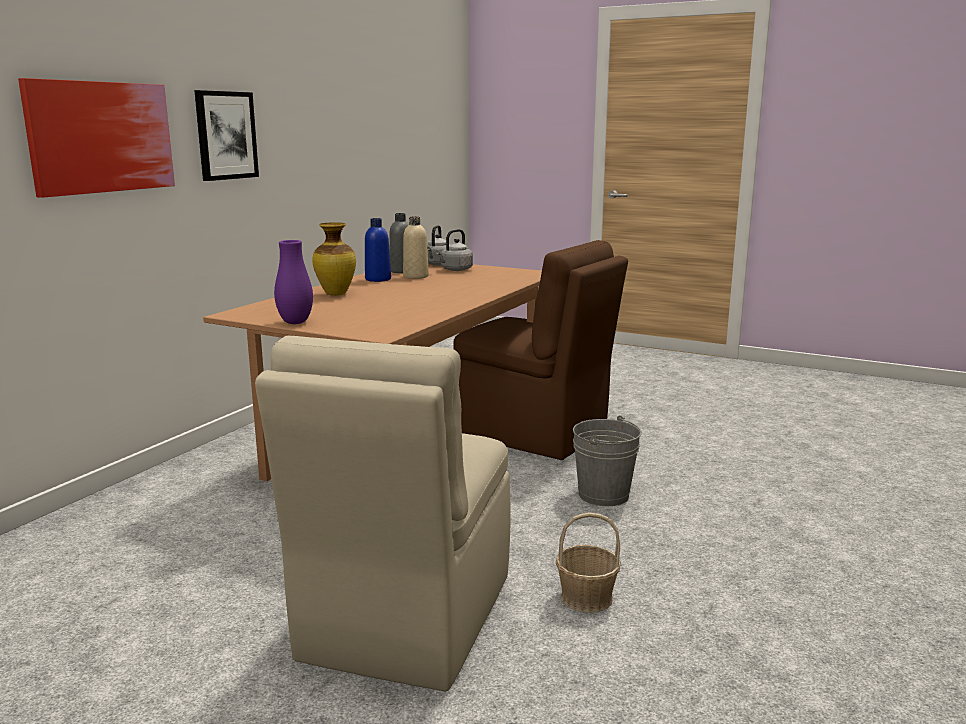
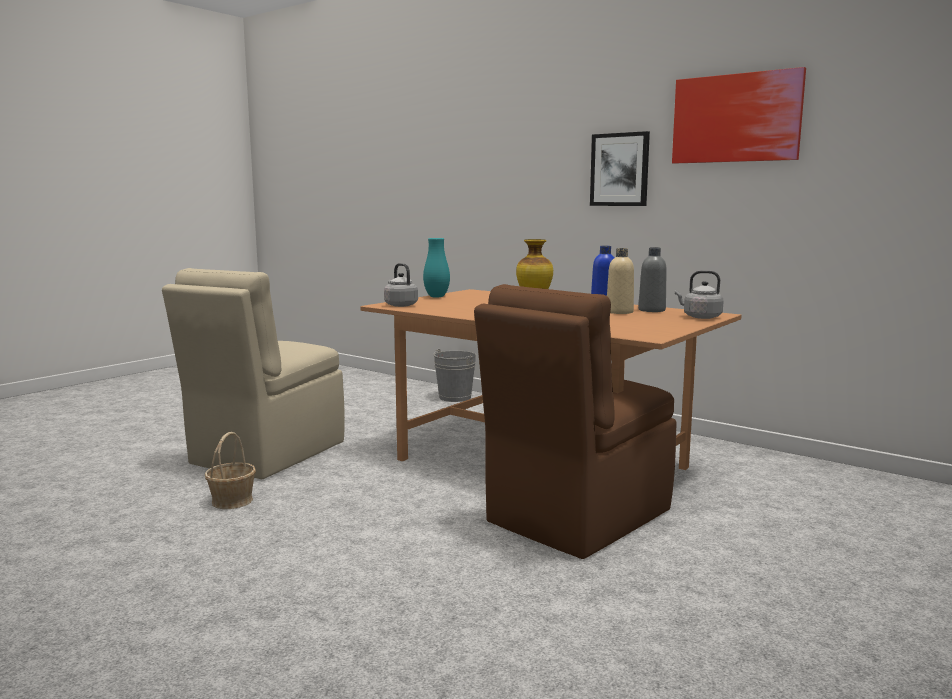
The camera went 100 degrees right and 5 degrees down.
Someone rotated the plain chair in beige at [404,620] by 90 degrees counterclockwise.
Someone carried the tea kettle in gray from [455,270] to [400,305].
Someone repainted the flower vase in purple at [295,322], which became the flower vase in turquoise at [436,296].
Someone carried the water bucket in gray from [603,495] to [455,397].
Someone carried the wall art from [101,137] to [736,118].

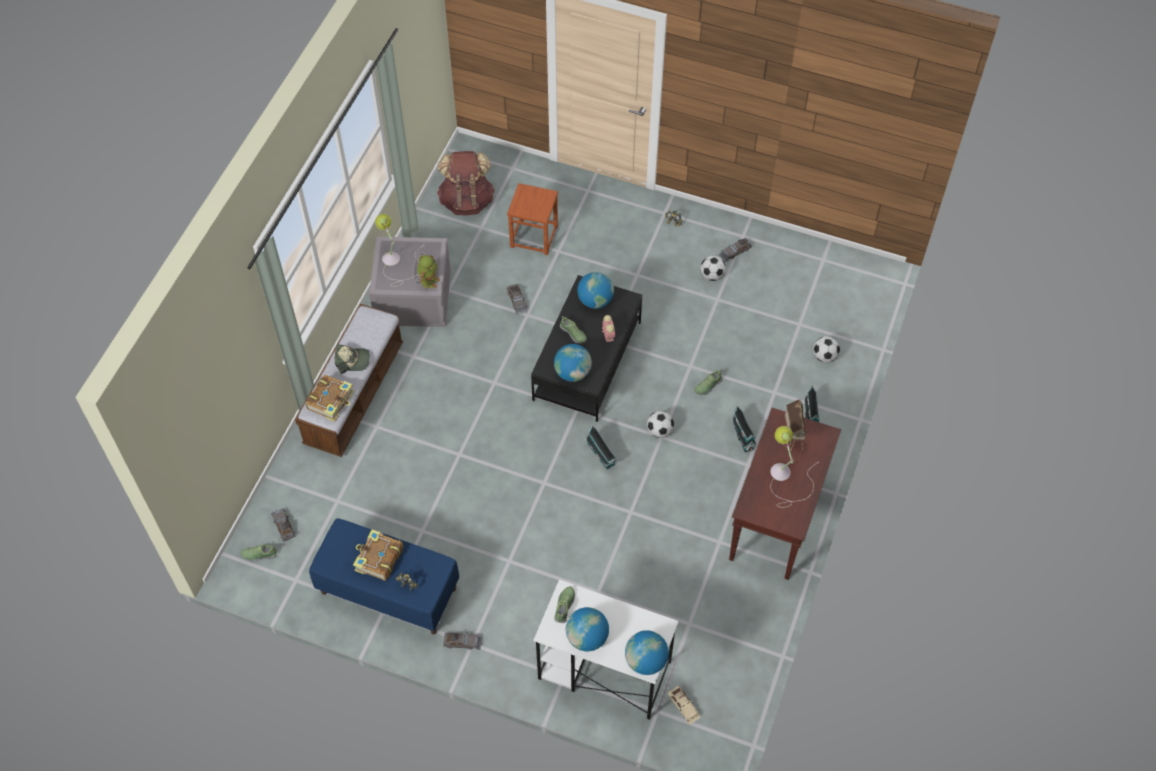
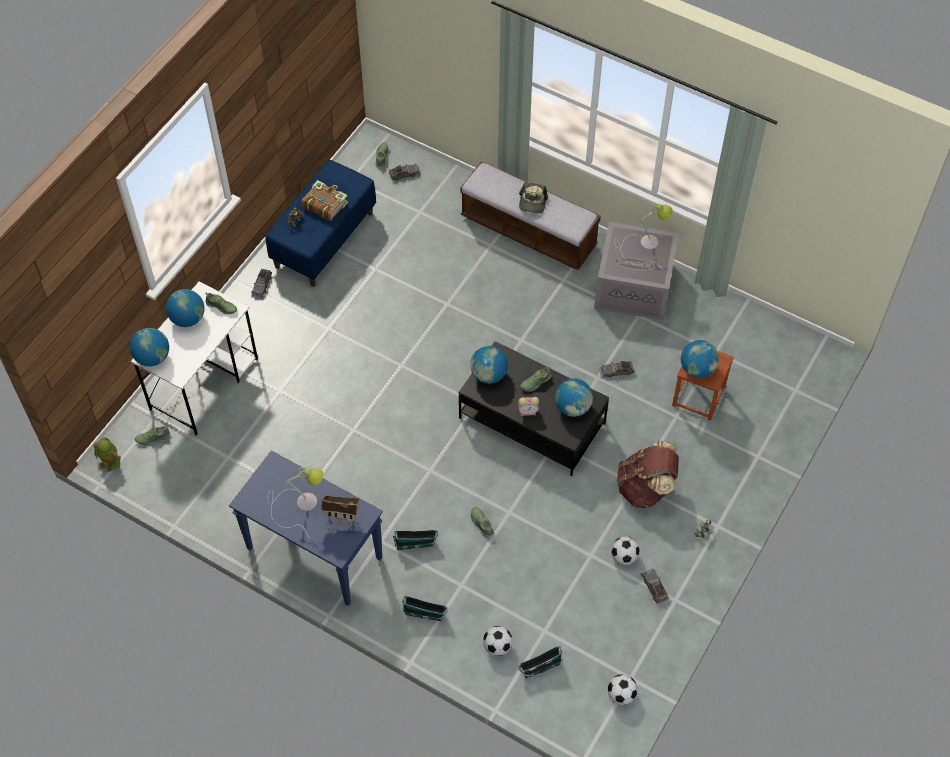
The camera went 100 degrees right and 0 degrees up.
Someone carried the toy robot from [429,281] to [111,462].
Someone swapped the model car in beige at [683,706] for the item of footwear at [153,438].
Someone repainted the hall table in brownish at [776,520], which became the hall table in bluish at [313,553].
Someone carried the model house from [601,455] to [539,667].
Someone carried the football ball from [659,431] to [621,695].
Someone carried the backpack in brownish from [467,201] to [645,488].
Someone put down the globe at [697,369].
Someone took away the volume at [331,401].

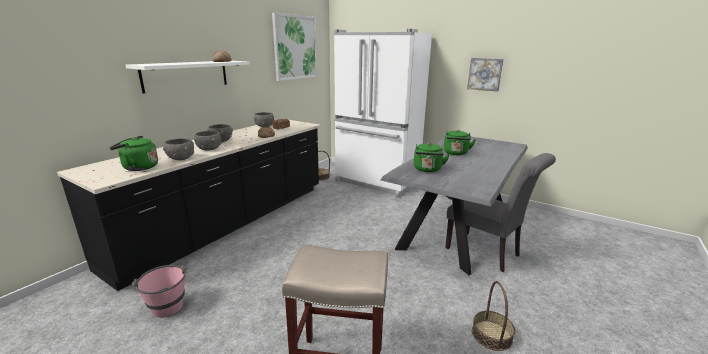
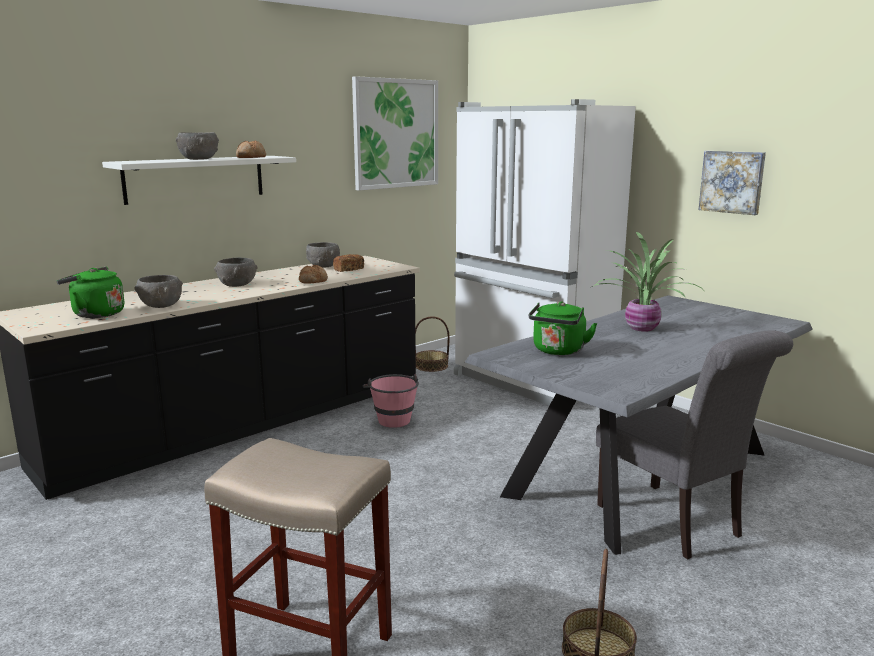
The camera went 15 degrees right and 5 degrees down.
Someone carried the deep dish in gray from [209,149] to [199,159].
Someone carried the water bucket in pinkish from [166,303] to [392,418].
Someone swapped the tea kettle in green-coloured at [456,153] for the potted plant at [641,329].

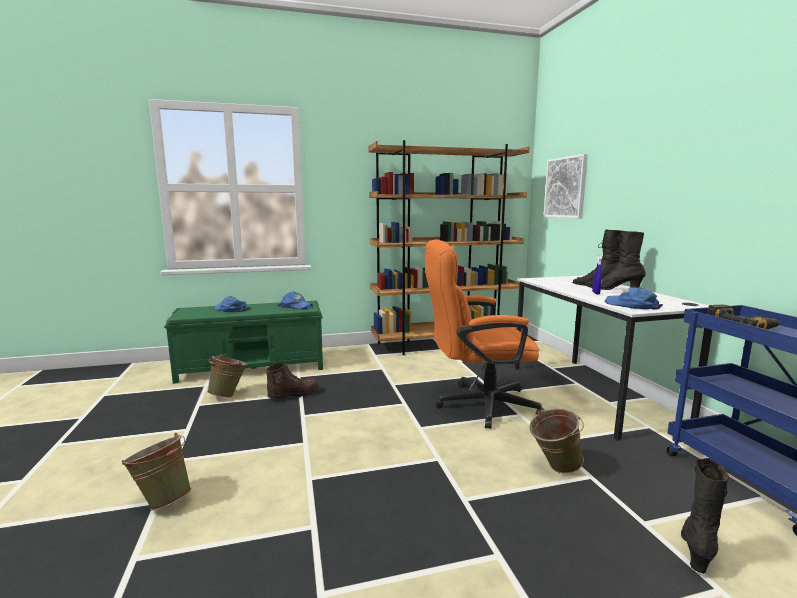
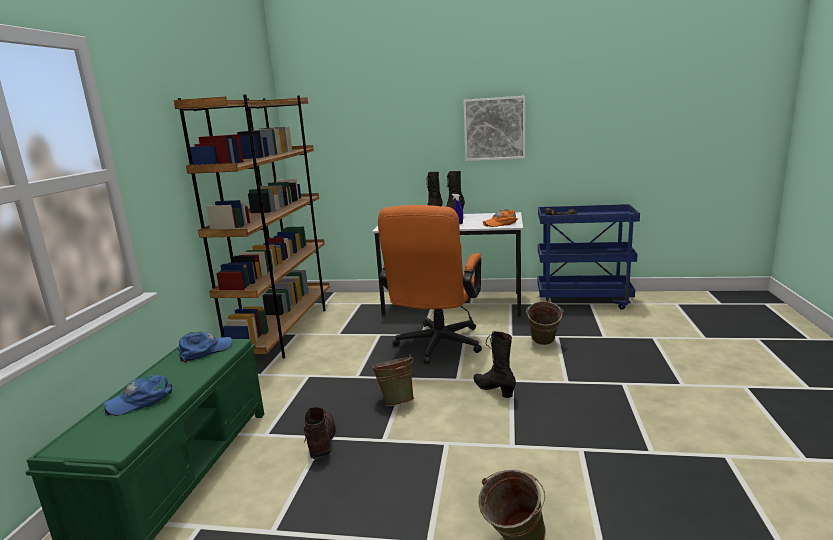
The camera went 65 degrees left and 5 degrees up.
Someone carried the water bucket in green-coloured from [229,395] to [396,401].
Someone carried the wall art from [565,187] to [494,129].
Someone carried the tall boot in black-coloured from [697,549] to [494,390].
Someone repainted the baseball cap in bluish at [632,305], which became the baseball cap in orange at [500,223].

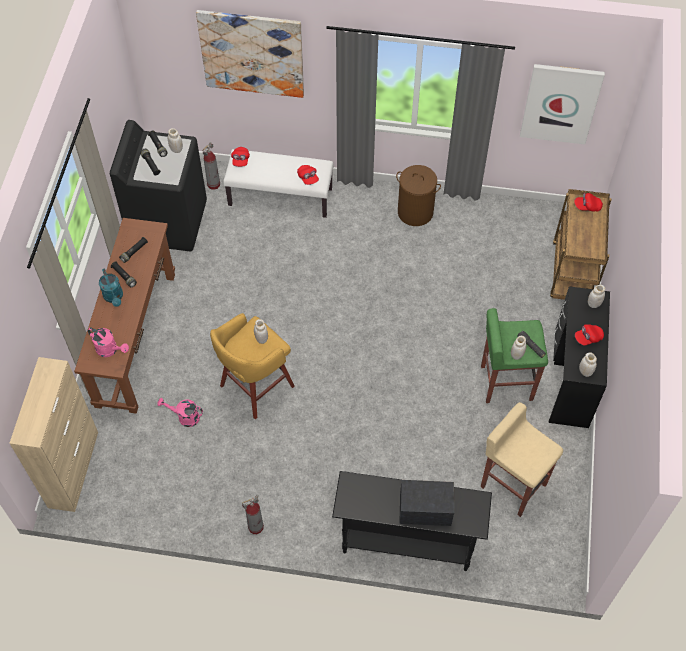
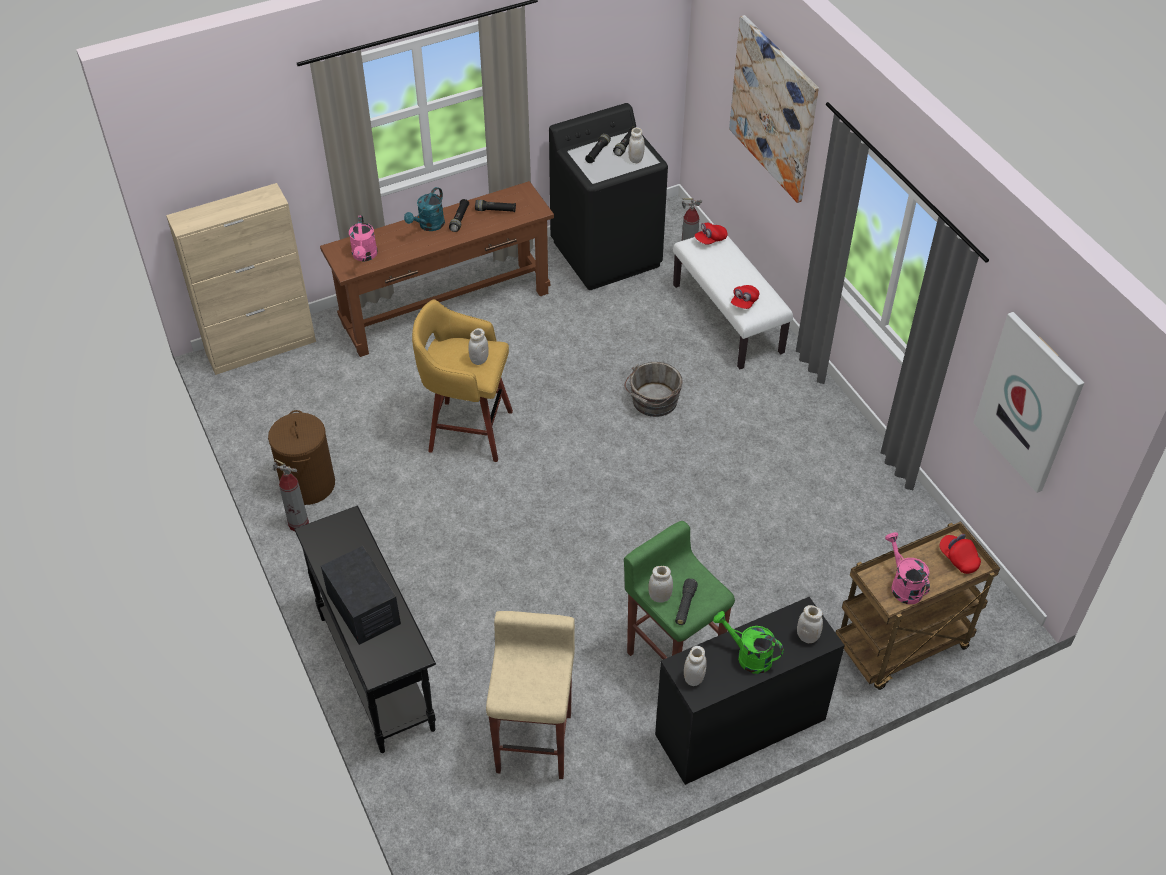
The camera went 55 degrees right and 10 degrees down.
Someone carried the laundry basket in brownish from [415,212] to [308,485].
Someone put down the water bucket in gray at [653,402].
Someone swapped the baseball cap in red at [588,338] for the watering can in green-coloured at [748,656].
Someone carried the watering can in pinkish from [184,417] to [903,585].

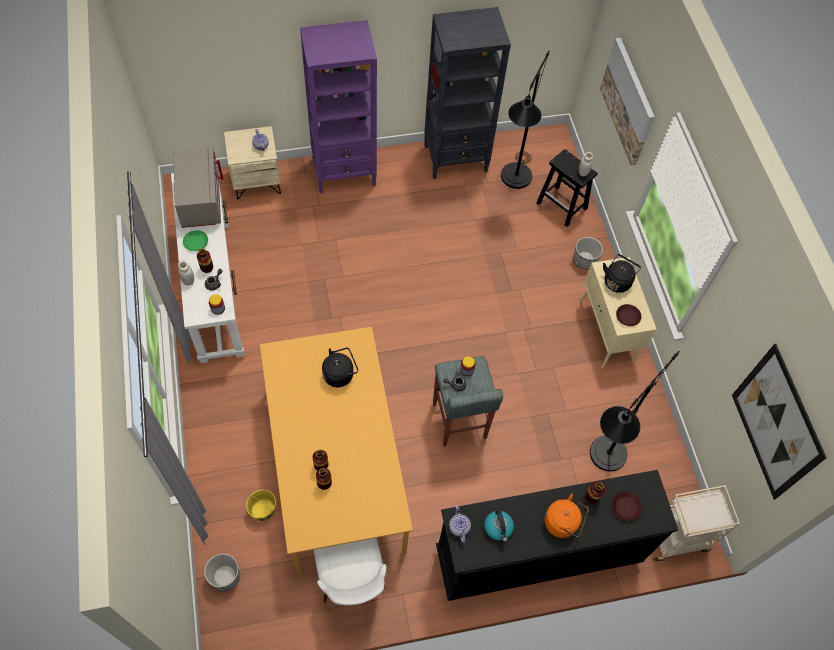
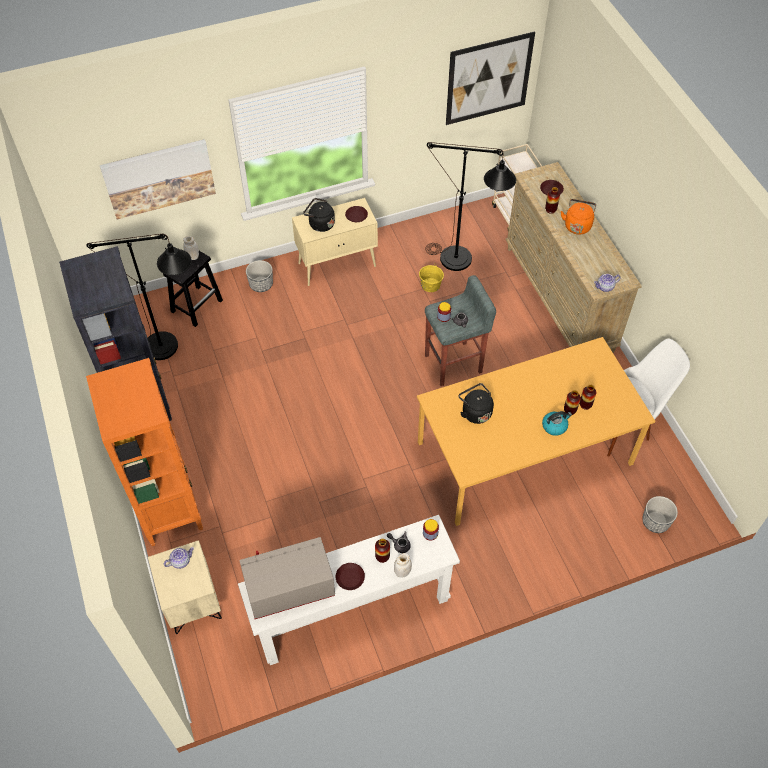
The camera went 95 degrees left and 5 degrees down.
Someone repainted the shelving unit in purple at [345,172], which became the shelving unit in orange at [169,508].
Someone repainted the plate in green-coloured at [196,242], which became the plate in brownish at [350,577].
Someone carried the water bucket in yellow from [263,510] to [430,285].
Someone repainted the drawer chest in black-coloured at [536,557], which became the drawer chest in beige at [559,299].
Someone carried the tea kettle from [498,528] to [554,426].

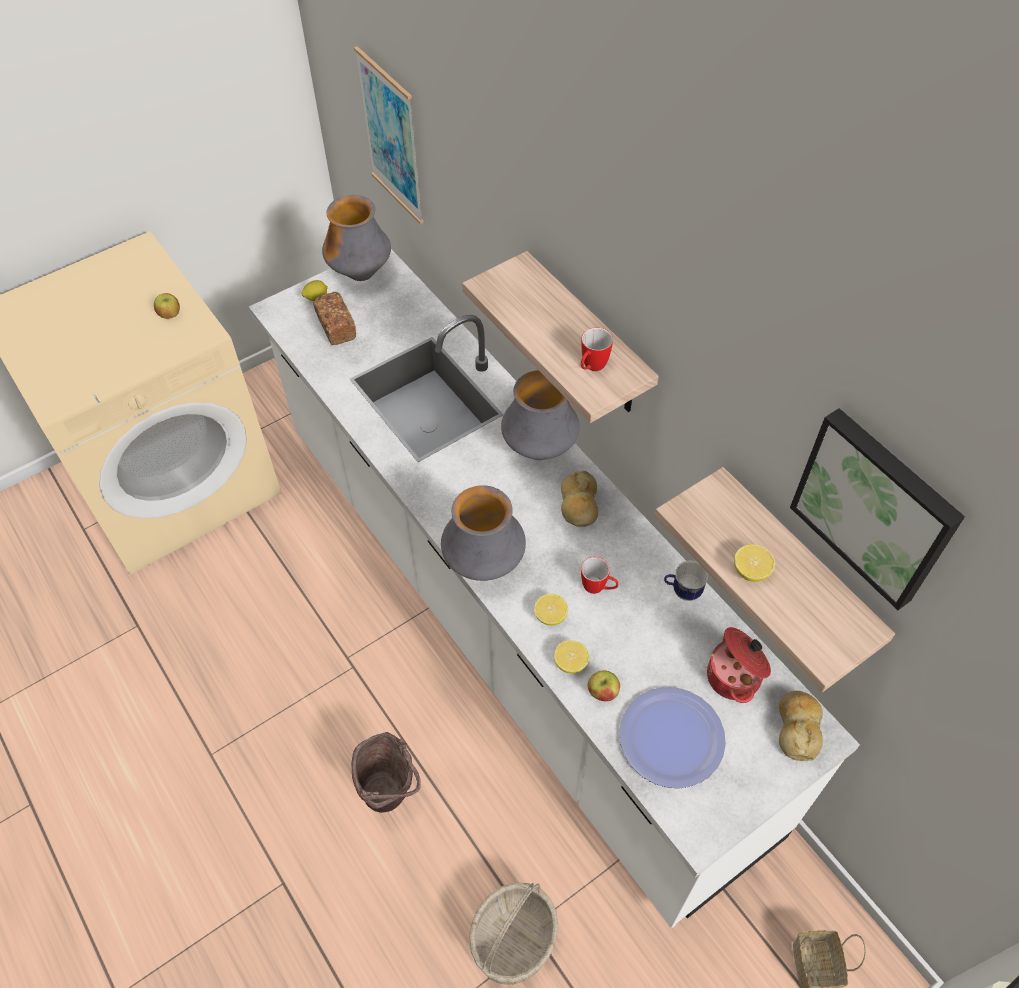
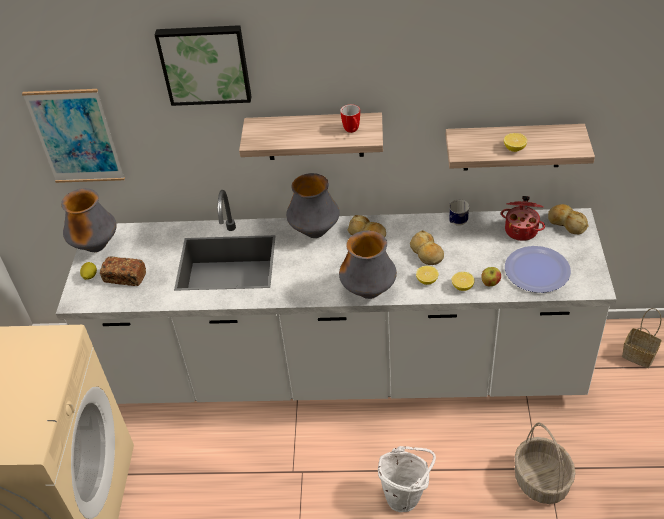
The camera went 50 degrees left and 10 degrees down.
Someone carried the wall art from [876,506] to [205,64].
Someone repainted the water bucket in brownish at [391,795], which became the water bucket in white at [406,496].
Someone swapped the tea mug at [598,588] for the bakery bread at [426,253].
Someone took away the apple fruit at [170,314].

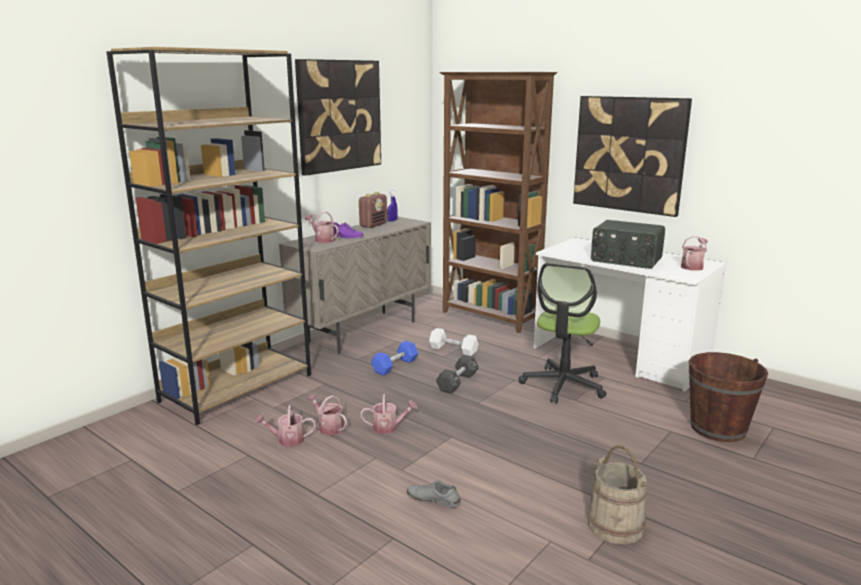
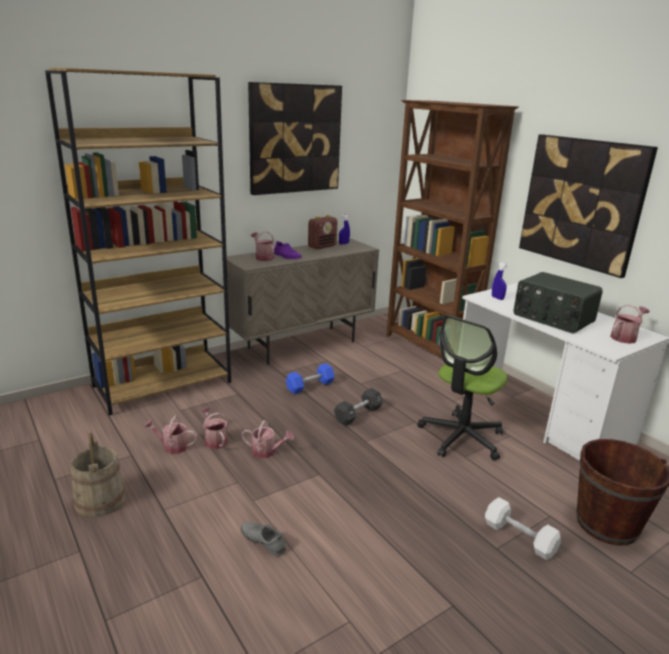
The camera went 15 degrees right and 5 degrees up.
Someone carried the water bucket in beige from [615,525] to [100,500].
Someone carried the free weight in white from [453,350] to [519,537].
Someone put down the hand sprayer in bluish at [497,298].

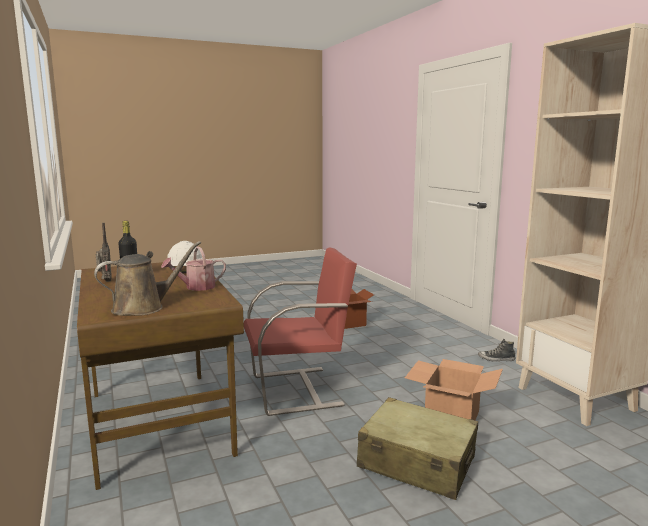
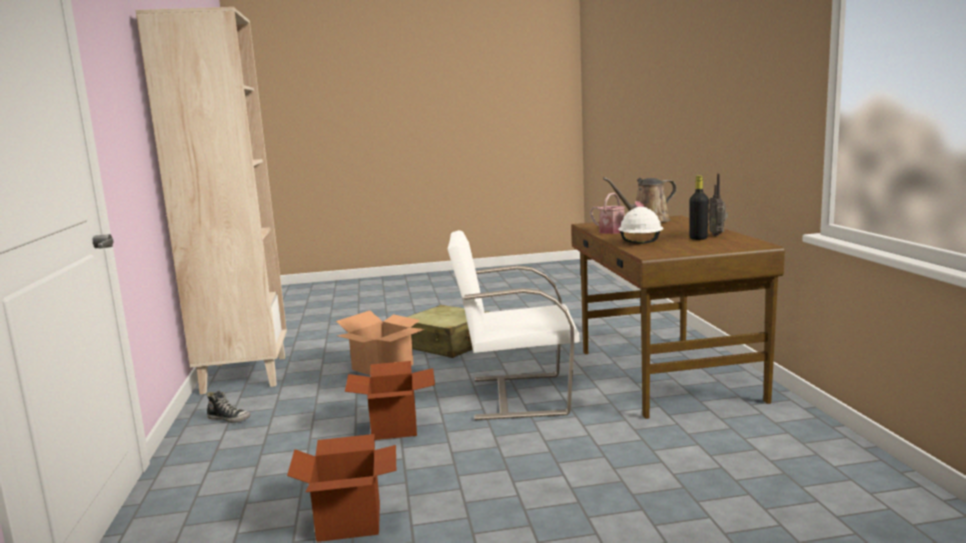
The camera went 165 degrees left and 0 degrees up.
Someone put down the cardboard box at [394,428].
Someone repainted the plain chair in red at [298,390], which became the plain chair in white at [516,395].
Someone rotated the watering can at [196,287] by 60 degrees clockwise.

